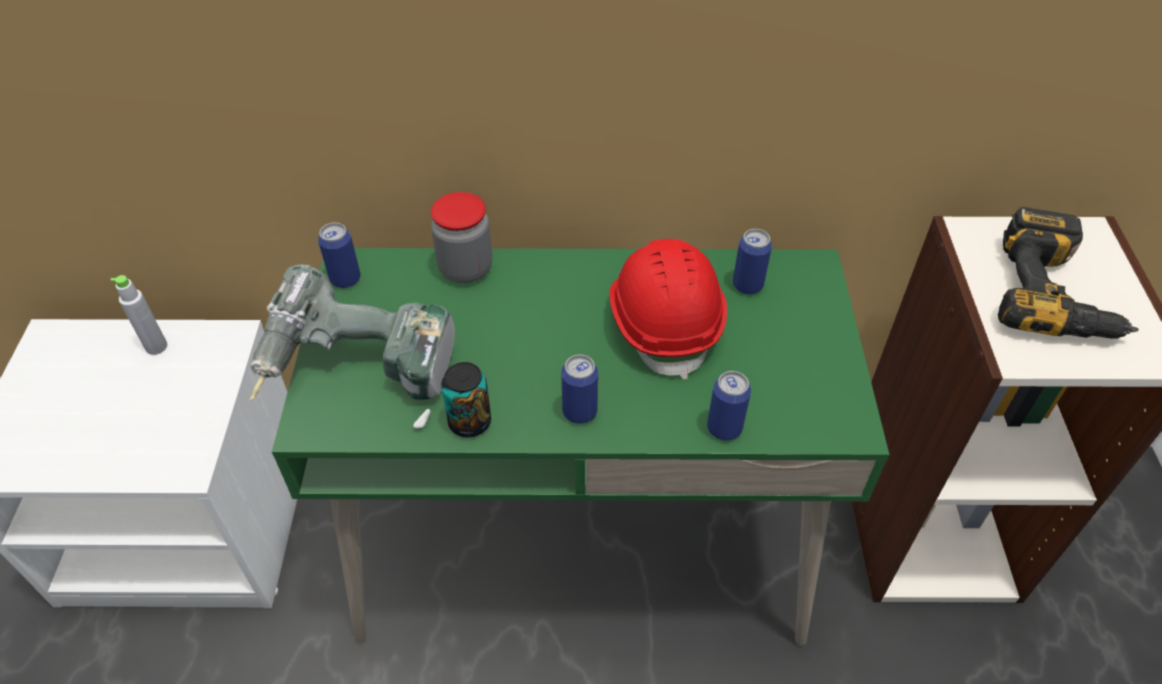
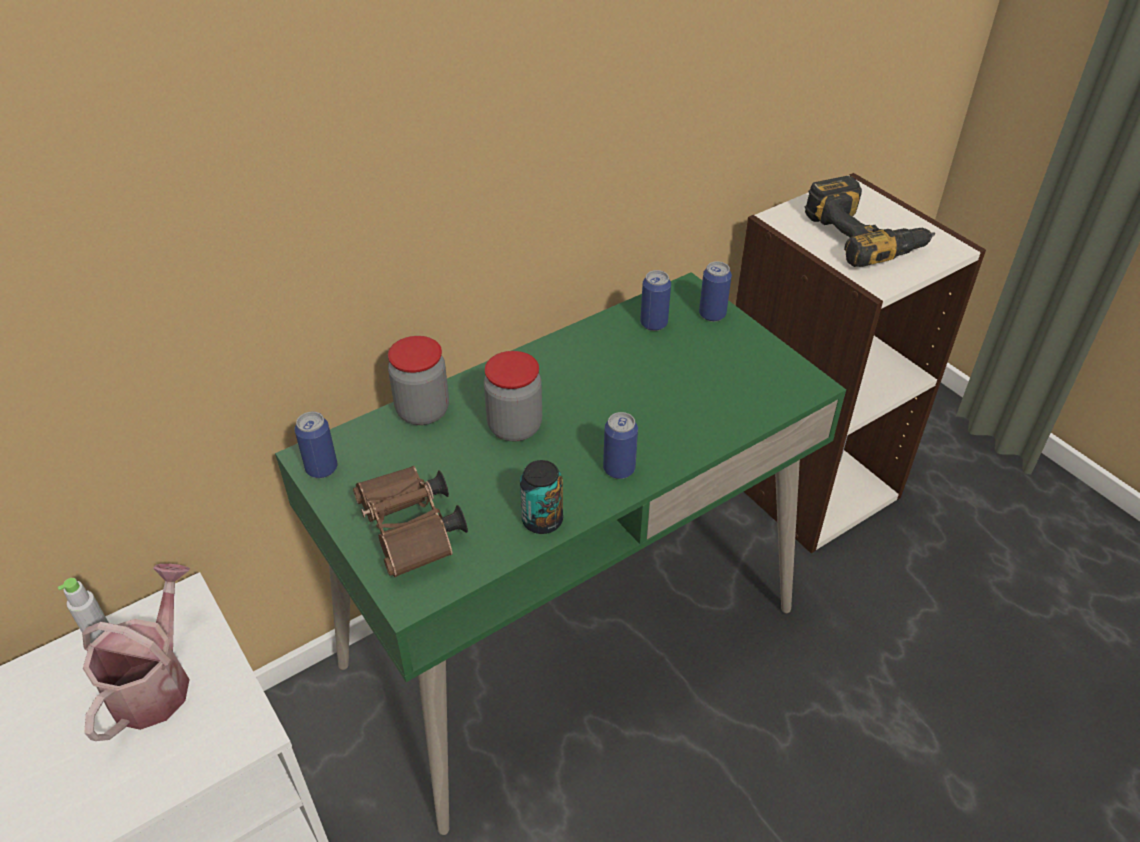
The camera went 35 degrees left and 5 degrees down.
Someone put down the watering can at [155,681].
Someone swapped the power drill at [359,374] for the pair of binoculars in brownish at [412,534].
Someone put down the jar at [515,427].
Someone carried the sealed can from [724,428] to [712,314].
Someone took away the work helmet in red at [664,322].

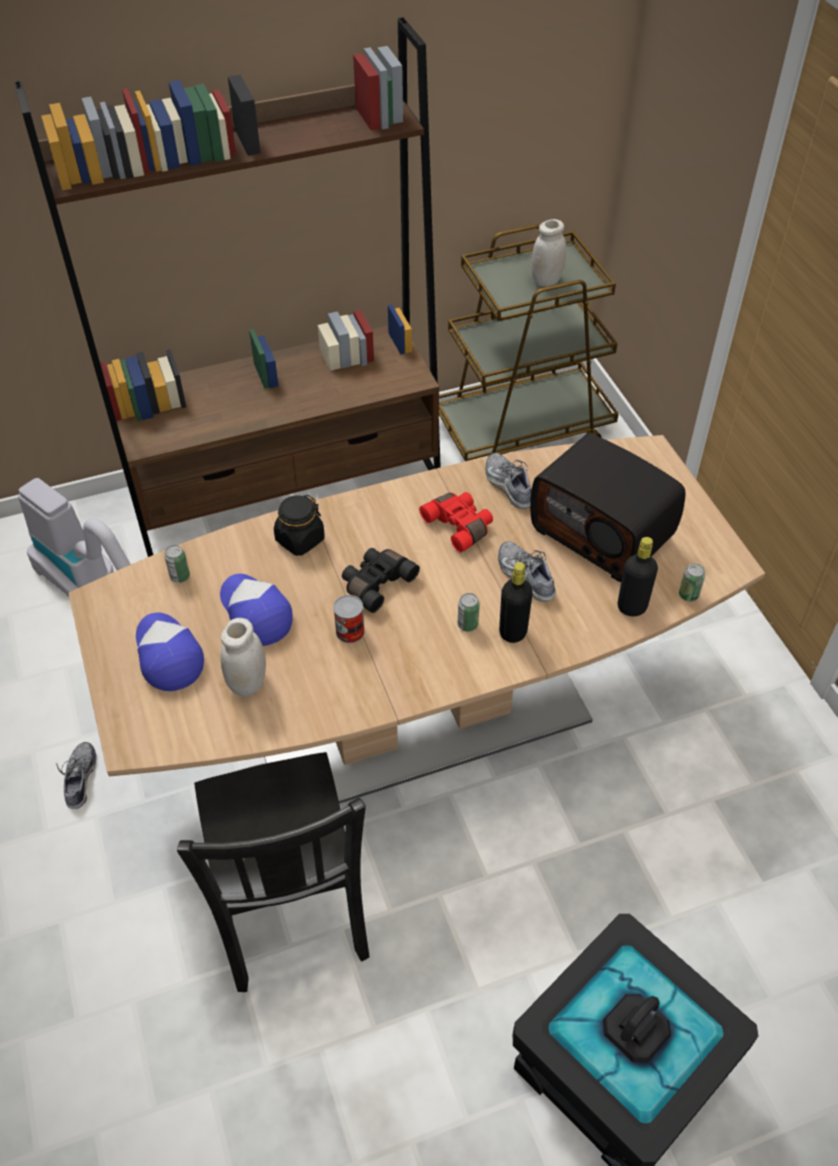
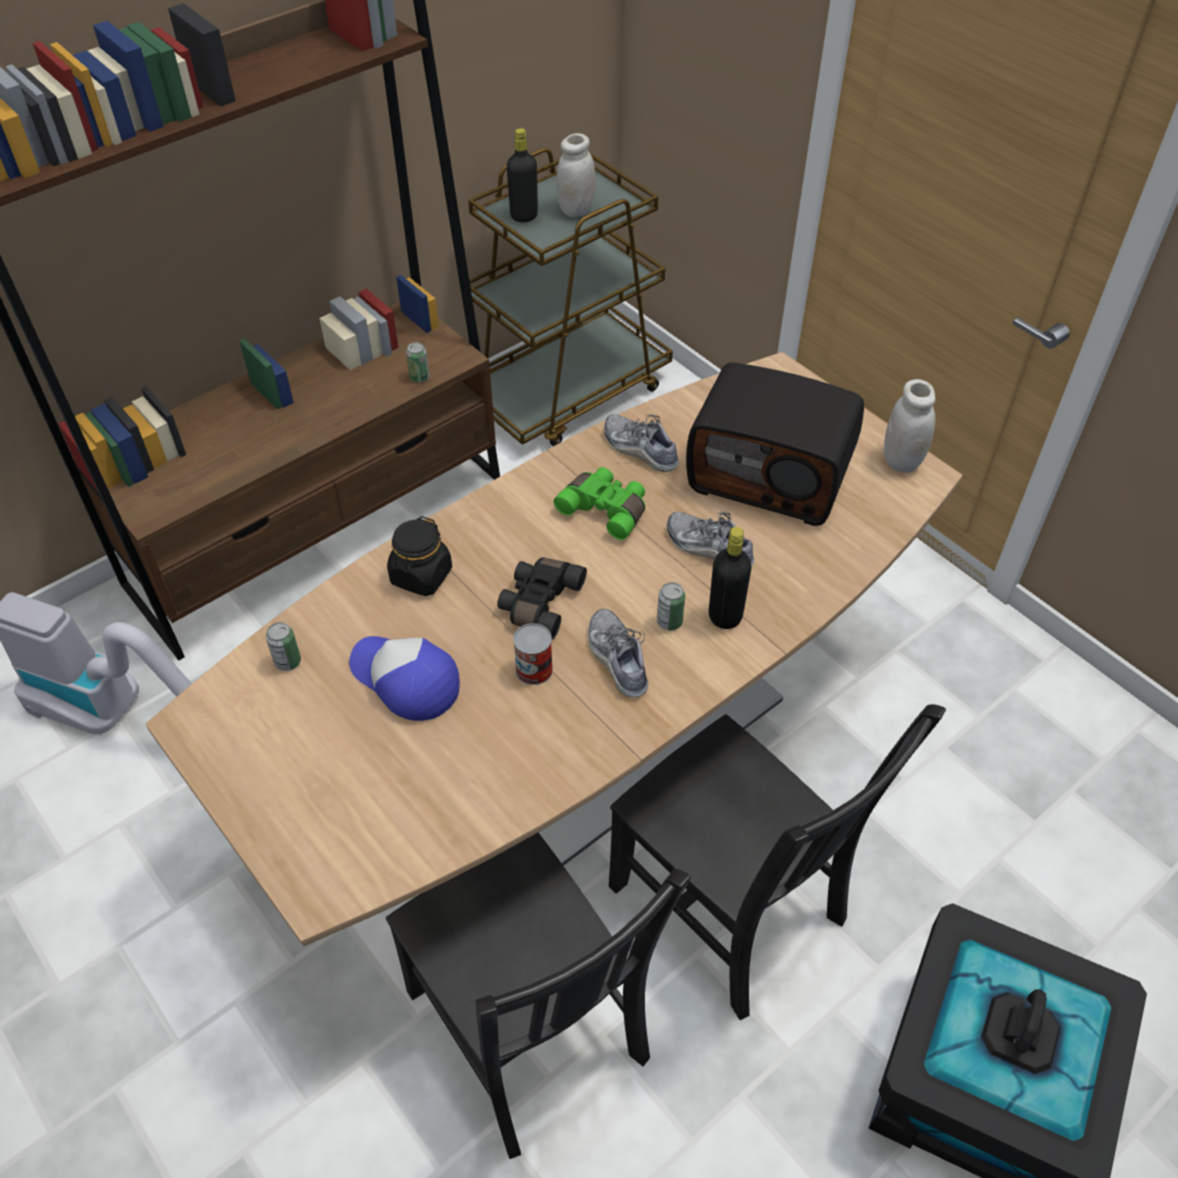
The camera went 20 degrees left and 0 degrees up.
Someone carried the sealed can from [688,595] to [419,377].
Someone carried the bottle in black-coloured from [632,607] to [524,216].
Someone repainted the pair of binoculars in red at [460,526], which became the pair of binoculars in green-coloured at [606,509].
Someone carried the item of footwear from [80,779] to [617,659].
Someone put down the plain chair in black-coloured at [732,909].
Someone carried the jar in white from [248,683] to [901,460].
Someone took away the baseball cap at [167,655].

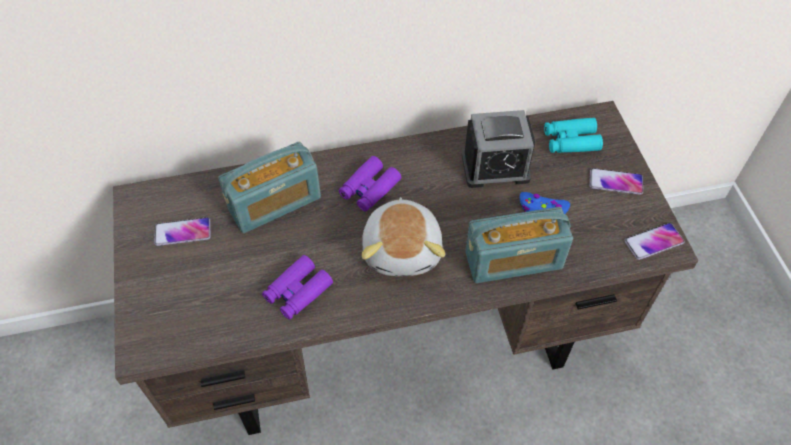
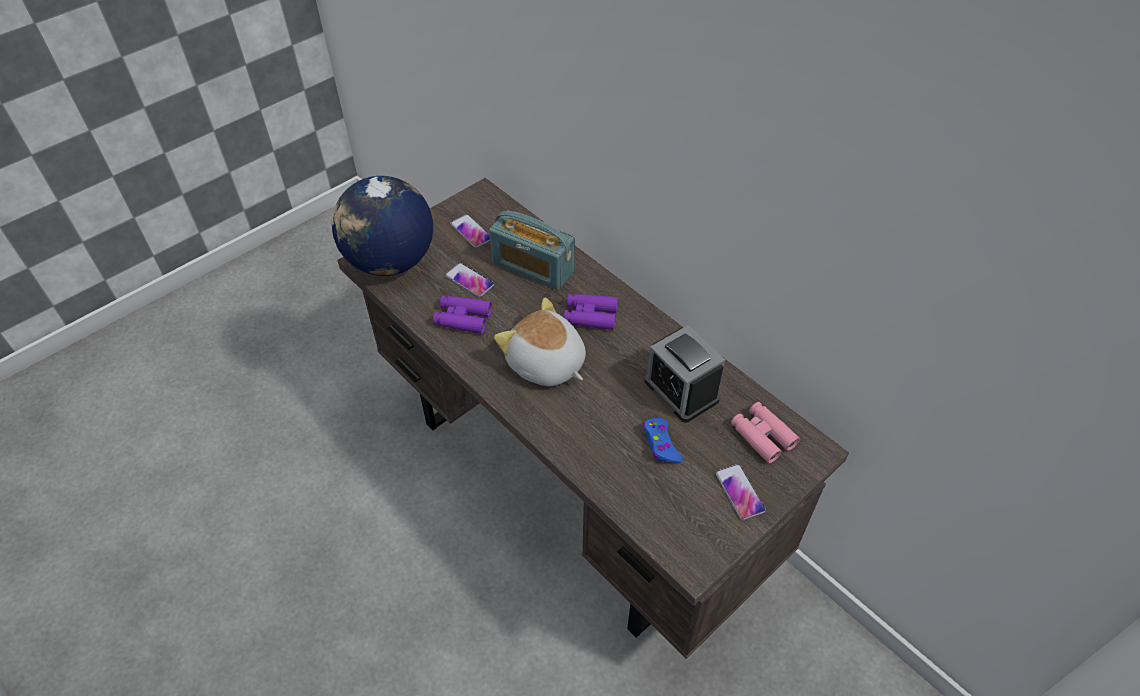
The camera went 60 degrees right and 5 degrees down.
Someone put down the globe at [390,262].
Someone carried the handset from [653,242] to [469,280].
Someone rotated the soft toy at [403,249] by 75 degrees clockwise.
Someone repainted the pair of binoculars in turquoise at [571,141], which became the pair of binoculars in pinkish at [762,436].
Someone took away the radio set at [513,260].

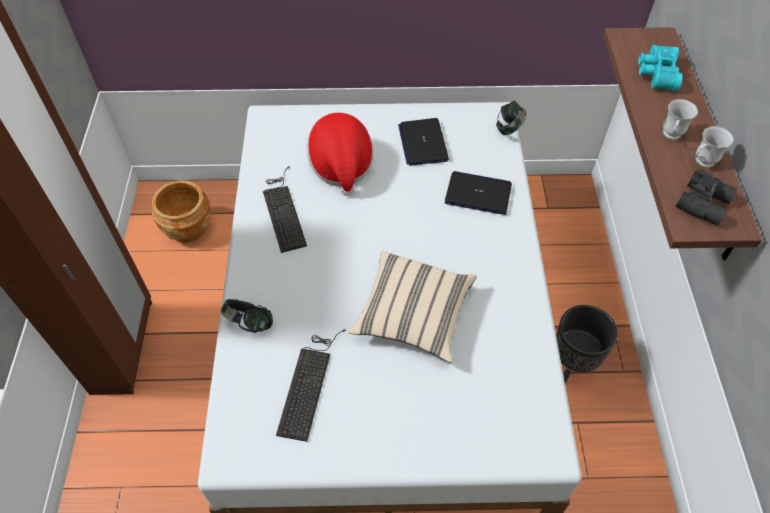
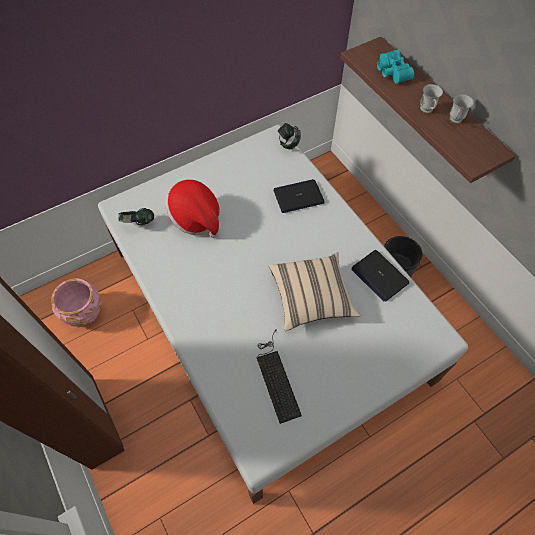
The camera went 30 degrees left and 5 degrees up.
Someone repainted the flower pot in brownish at [188,228], which became the flower pot in pinkish at [84,312].
Someone carried the pair of headphones from [249,324] to [138,223].
Someone carried the notebook computer from [423,143] to [379,276].
Someone took away the PC keyboard at [283,210].
Someone took away the pair of binoculars in black-coloured at [704,203].

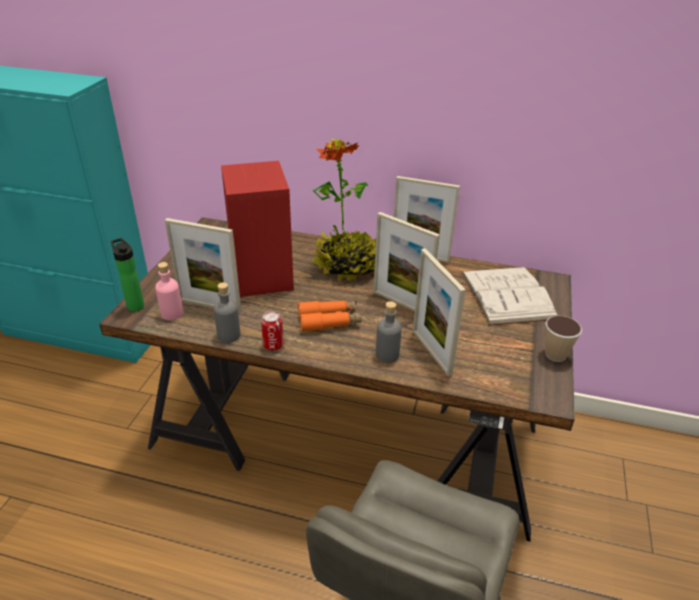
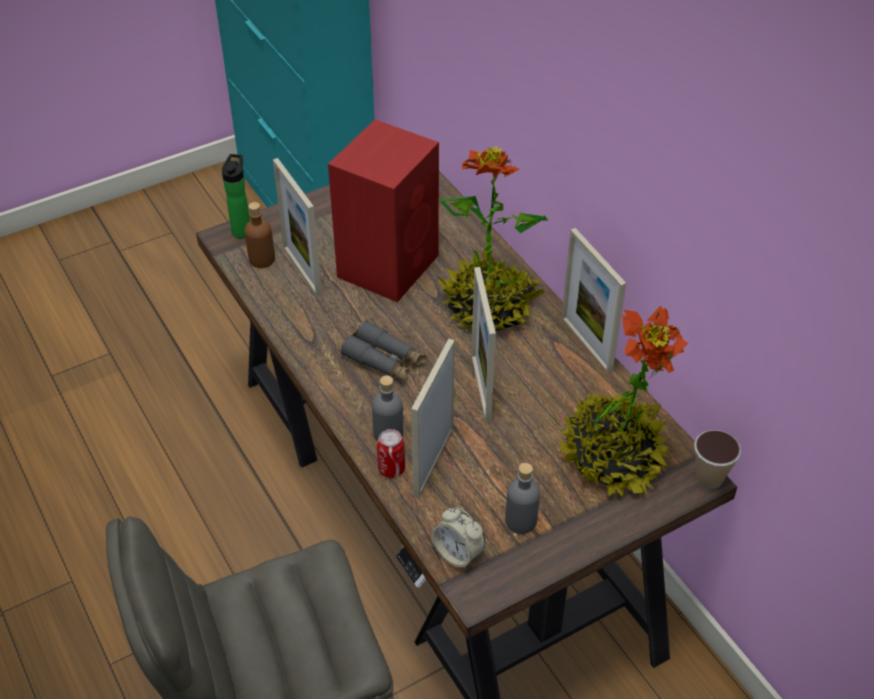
The camera went 45 degrees right and 10 degrees up.
Someone repainted the bottle in pinkish at [172,313], which became the bottle in brownish at [262,259].
Someone repainted the pair of binoculars in orange at [329,321], which became the pair of binoculars in gray at [385,360].
Someone carried the sealed can from [273,345] to [391,469].
Someone put down the table clock at [458,554].
Someone carried the bottle in gray from [229,335] to [521,521].
Someone swapped the volume in white at [507,295] for the potted plant at [612,458].
Someone carried the small cup from [555,355] to [709,478].

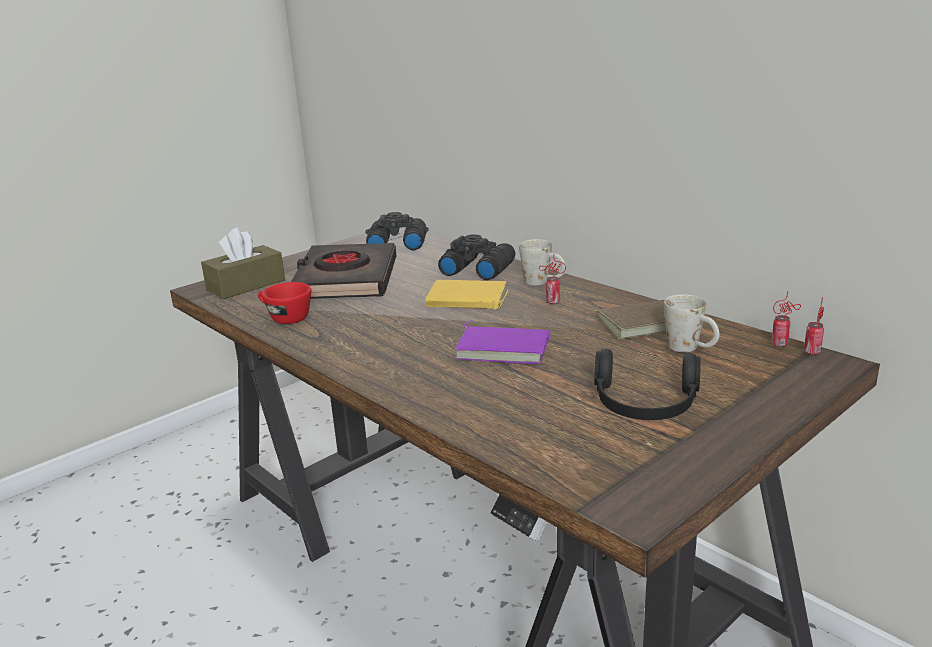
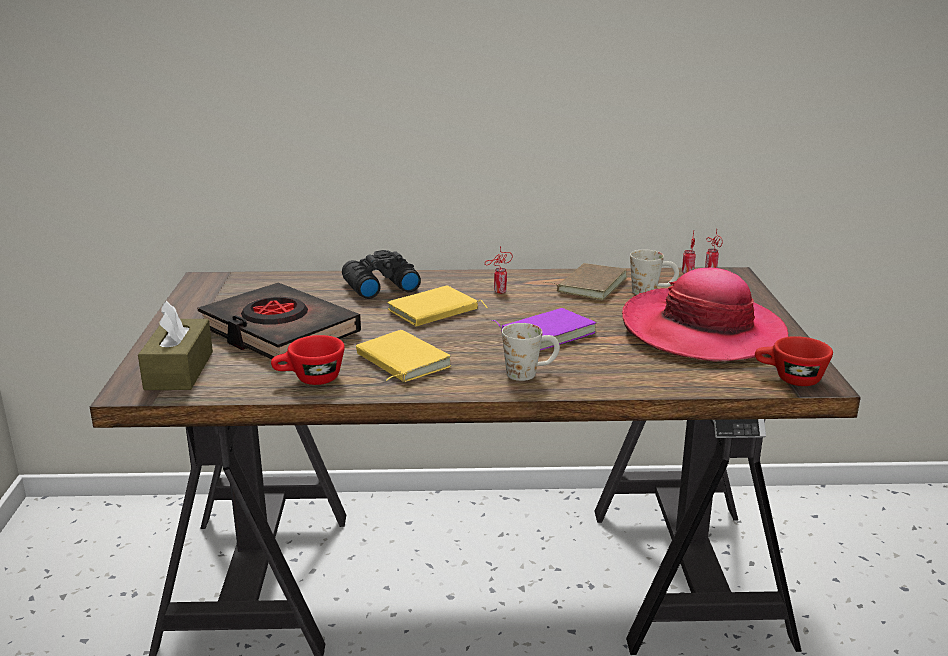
The camera went 50 degrees left and 0 degrees up.
Someone put down the volume in yellow at [400,362].
Someone carried the tea mug in white from [543,282] to [530,373].
Someone swapped the pair of headphones in black-coloured at [645,405] for the clothing hat at [703,331].
Someone put down the small cup in red at [789,379].
Someone took away the pair of binoculars in black-coloured at [396,244].

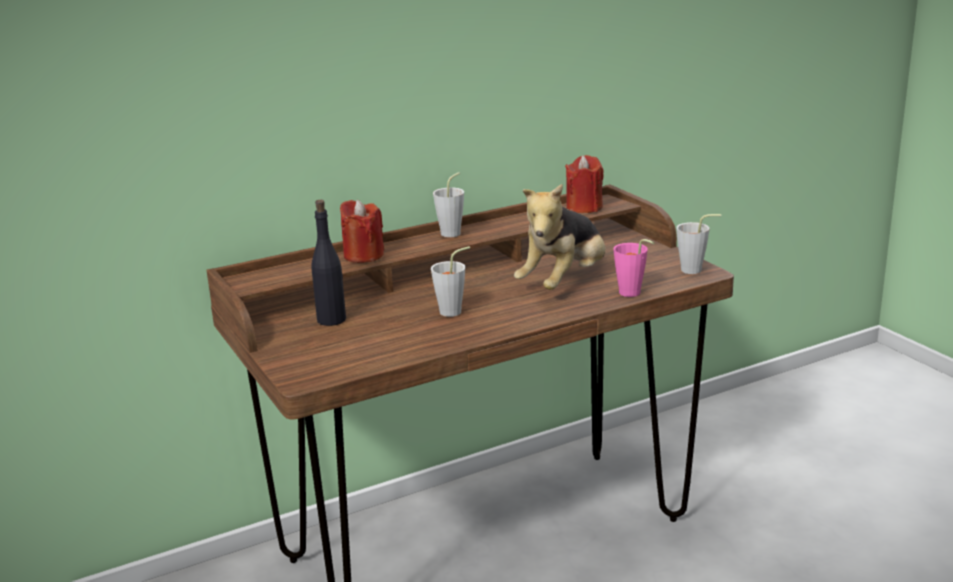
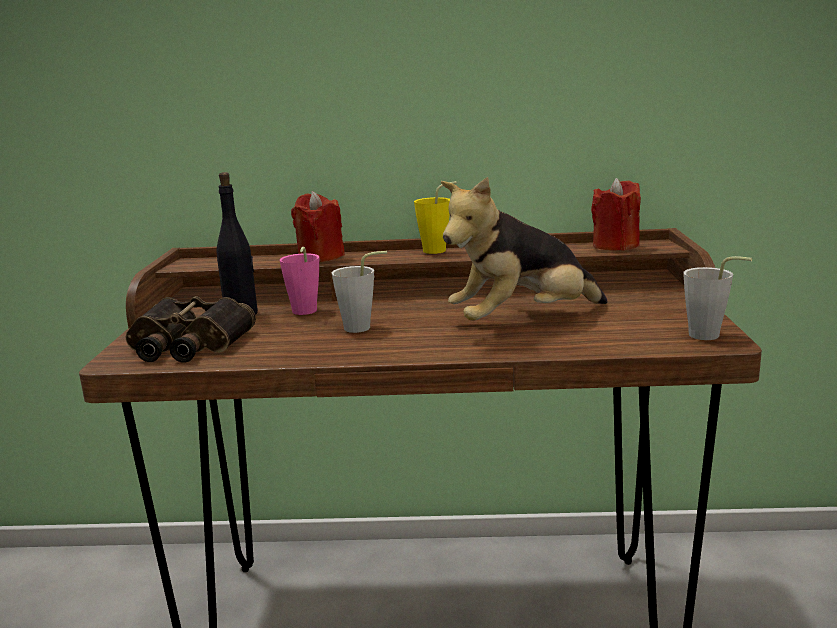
The camera went 30 degrees right and 5 degrees down.
Someone put down the pair of binoculars at [187,344].
Someone carried the small cup in pinkish from [633,294] to [303,312].
Someone repainted the small cup in gray at [453,232], which became the small cup in yellow at [439,250].

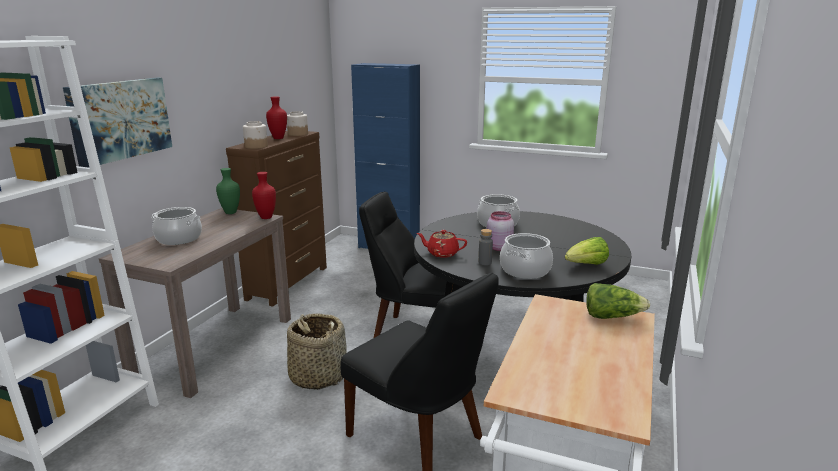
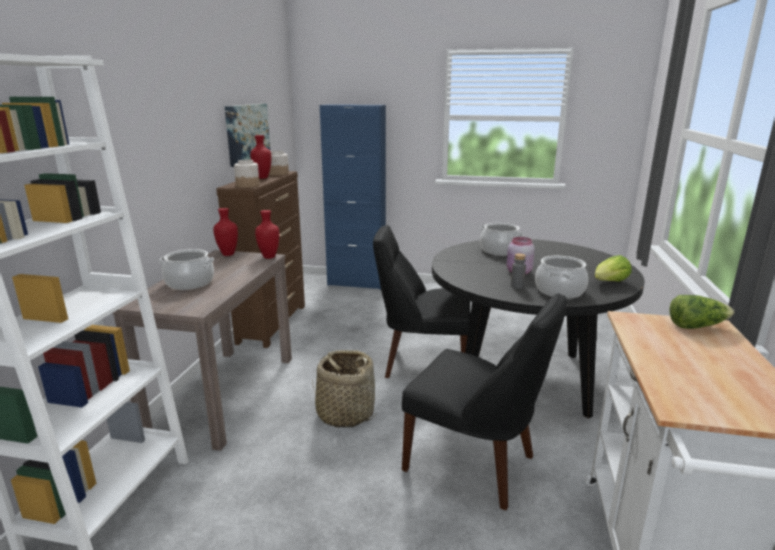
The camera went 10 degrees left and 0 degrees up.
Someone repainted the flower vase in green-coloured at [231,212], which became the flower vase in red at [228,254].
Someone carried the wall art from [120,120] to [247,133].
Someone took away the pot for tea in red at [442,253].

